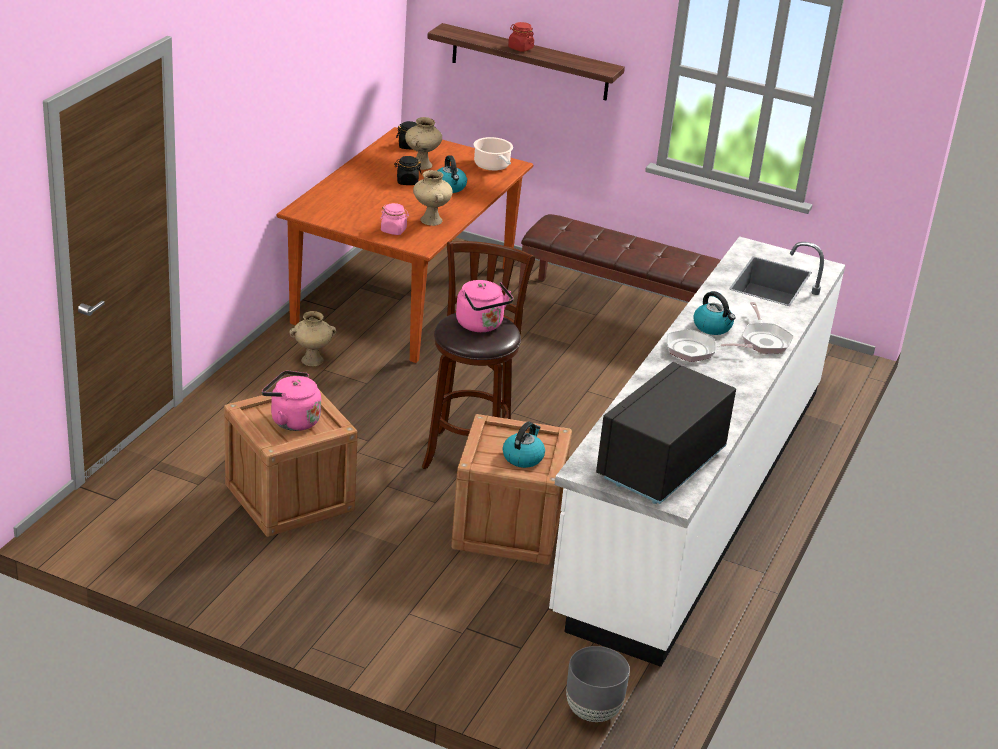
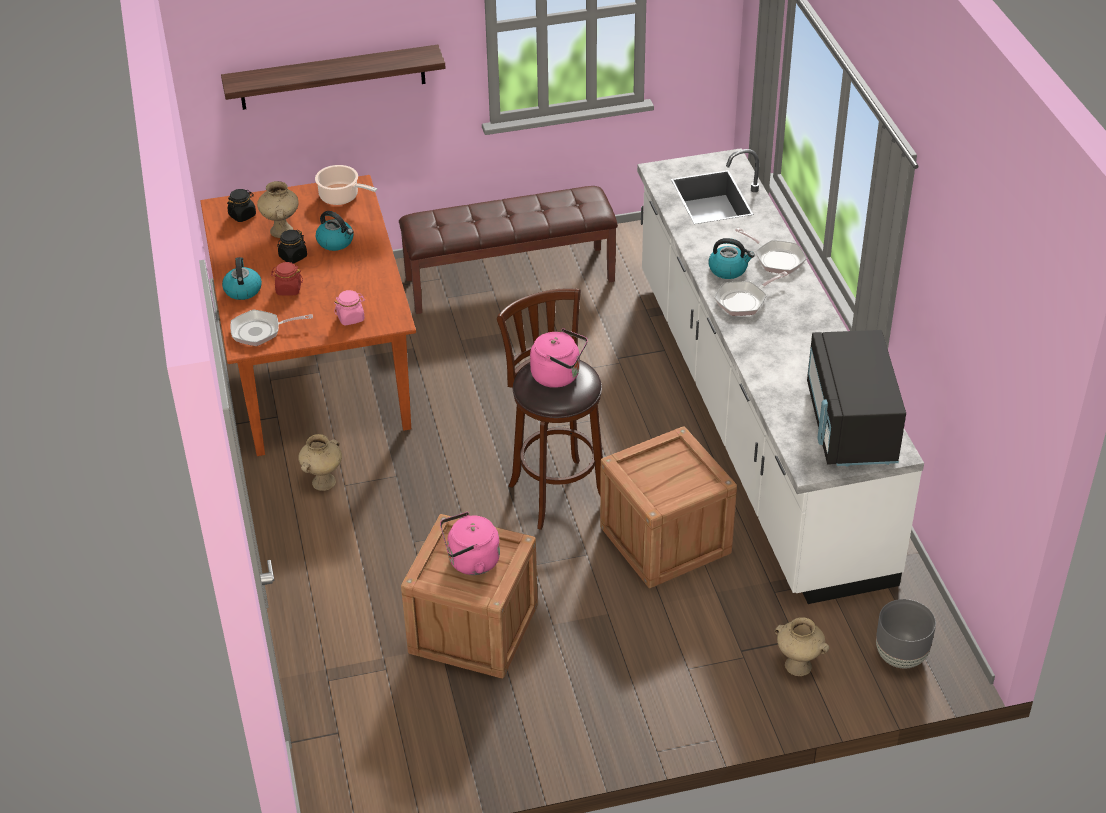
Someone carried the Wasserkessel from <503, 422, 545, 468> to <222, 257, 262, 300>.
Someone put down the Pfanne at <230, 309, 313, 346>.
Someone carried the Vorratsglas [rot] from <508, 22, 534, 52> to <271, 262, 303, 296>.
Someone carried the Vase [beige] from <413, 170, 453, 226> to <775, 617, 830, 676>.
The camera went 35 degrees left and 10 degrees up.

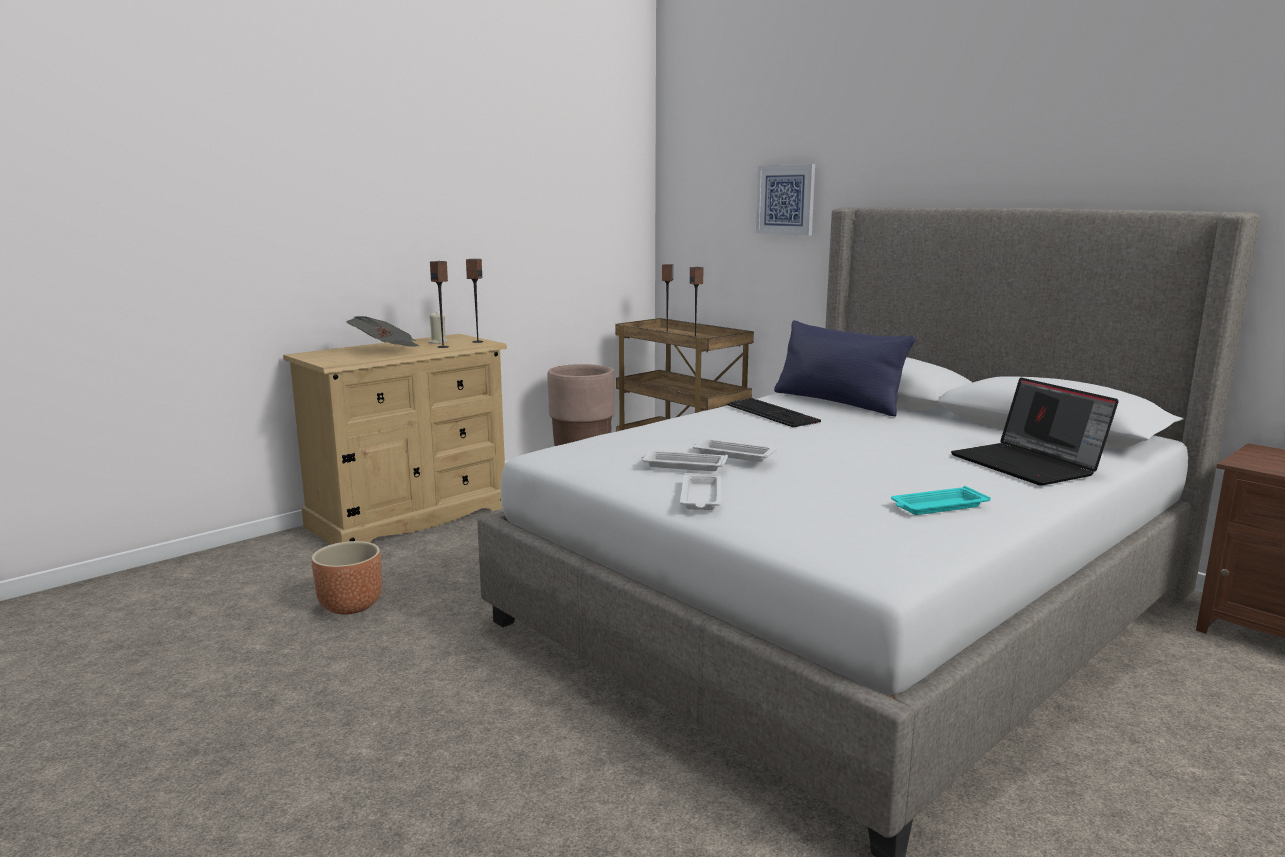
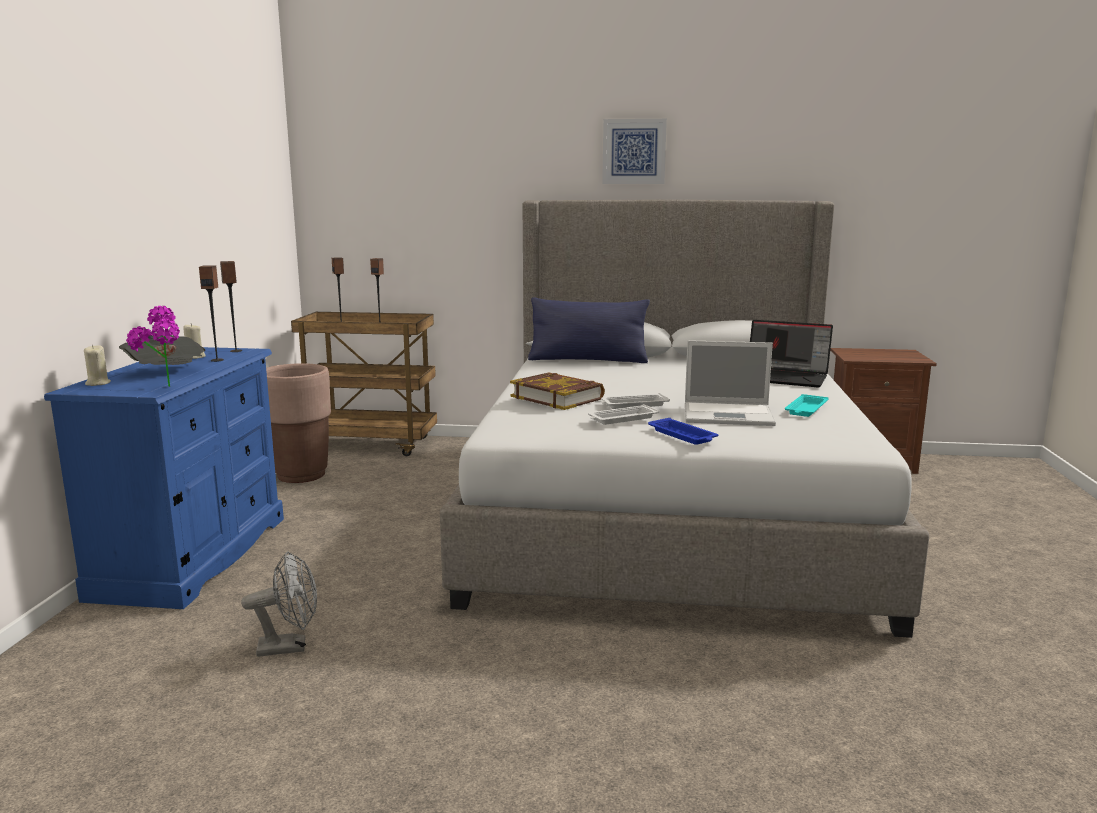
Someone repainted the Kommode [beige] at <283, 334, 507, 545>, which became the Kommode [blau] at <44, 347, 284, 609>.
Someone put down the Kerze [beige] at <84, 345, 111, 386>.
Someone put down the Topfpflanze at <126, 306, 180, 387>.
Someone swapped the Pflanzkübel [braun] at <311, 541, 382, 615> for the Ventilator [grau] at <241, 551, 317, 657>.
Someone put down the Buch at <510, 372, 605, 410>.
Someone carried the Bild from <756, 164, 815, 236> to <602, 119, 667, 184>.
Someone repainted the Tablett [weiß] at <680, 473, 721, 510>, which became the Tablett [blau] at <648, 418, 719, 445>.
Someone put down the Laptop at <685, 340, 776, 426>.
Someone took away the Tastatur at <727, 398, 821, 428>.
The camera went 40 degrees left and 0 degrees up.

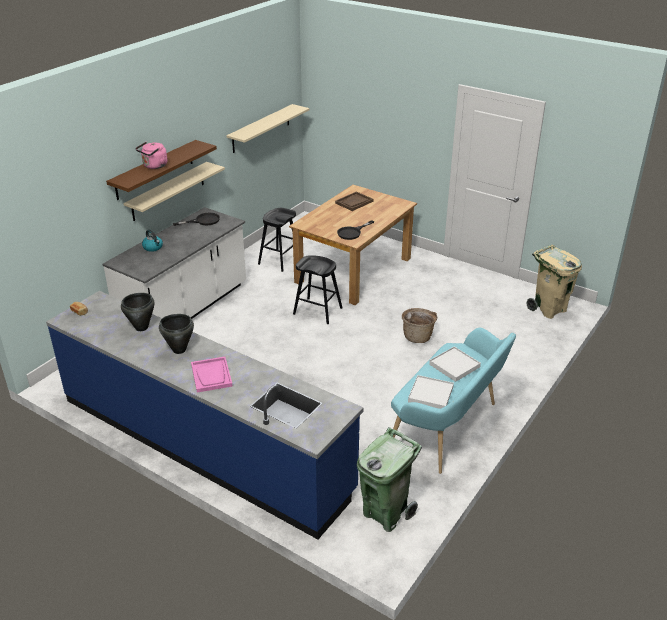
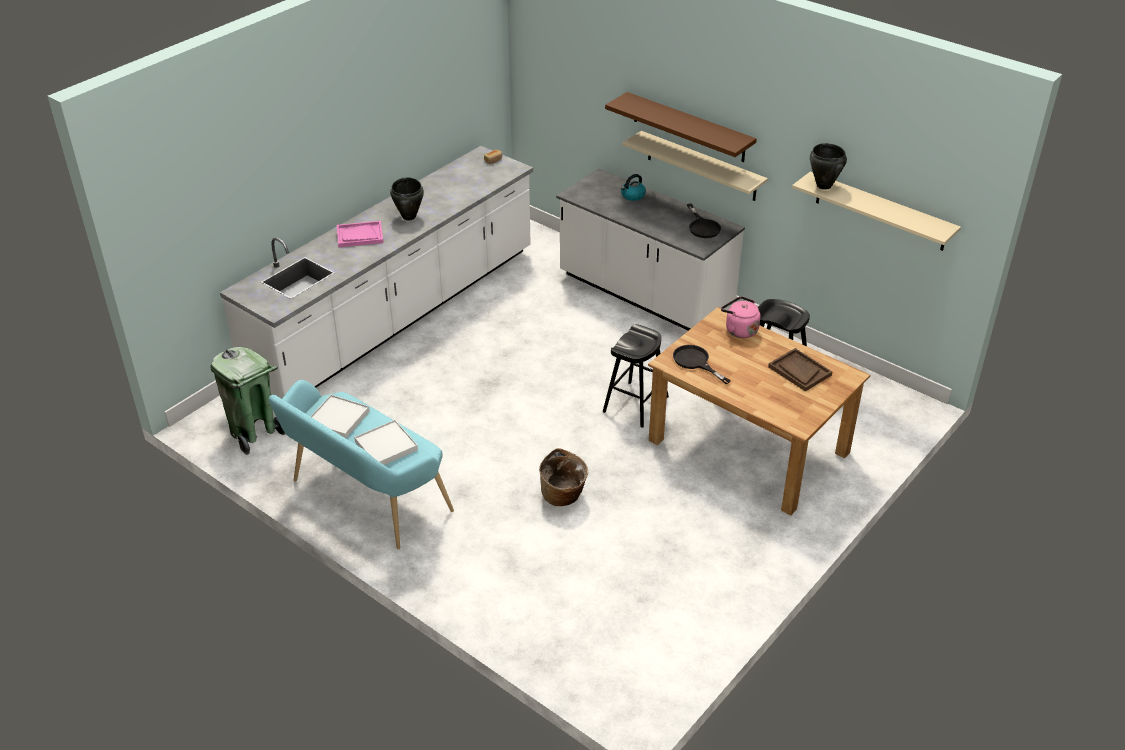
Someone repainted the Küchenzeile [blau] at <46, 291, 364, 539>, which became the Küchenzeile [weiß] at <220, 146, 533, 399>.
Someone carried the Wasserkessel [rosa] from <136, 142, 167, 169> to <721, 296, 760, 338>.
Someone carried the Kochtopf [schwarz] from <121, 293, 155, 331> to <810, 143, 847, 190>.
Someone took away the Mülleimer [beige] at <526, 245, 582, 319>.
The camera went 95 degrees right and 5 degrees up.

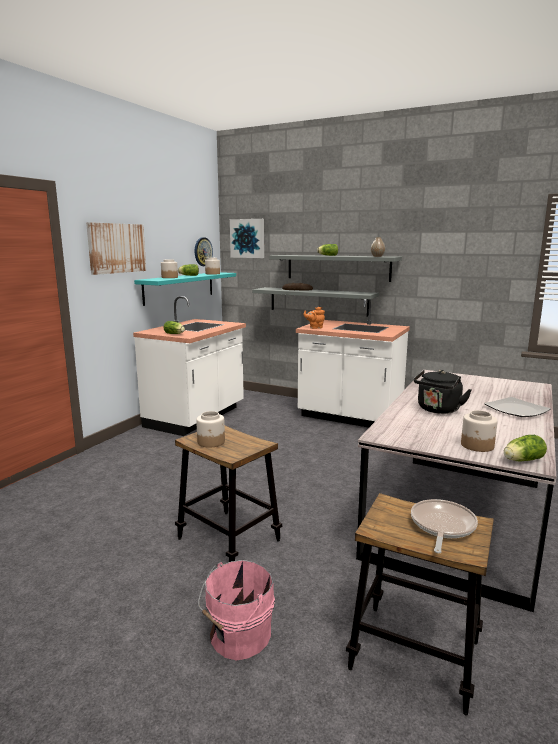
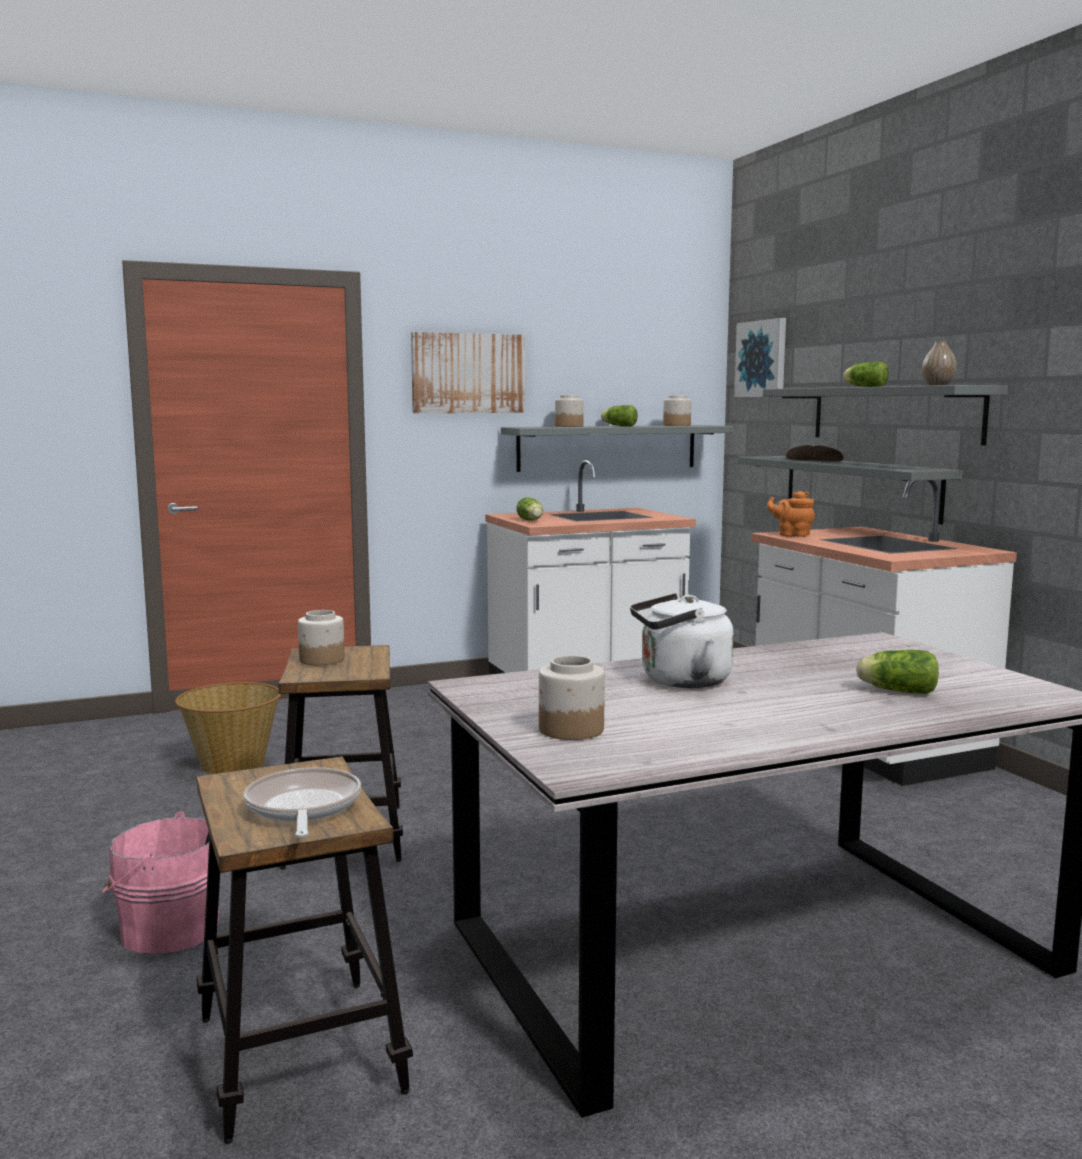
Someone put down the Korb at <175, 682, 281, 775>.
Someone rotated the Pfanne at <411, 499, 478, 553> by 75 degrees counterclockwise.
Someone repainted the Wandregal [türkis] at <134, 272, 236, 306>, which became the Wandregal [grau] at <501, 425, 733, 472>.
Someone repainted the Wasserkessel [schwarz] at <414, 370, 471, 414>, which became the Wasserkessel [weiß] at <630, 593, 733, 688>.
Someone carried the Salatkopf from <504, 435, 547, 462> to <856, 650, 939, 694>.
Someone took away the Wanduhr at <195, 237, 213, 266>.
Someone took away the Teller at <484, 397, 551, 417>.
The camera went 40 degrees right and 5 degrees down.

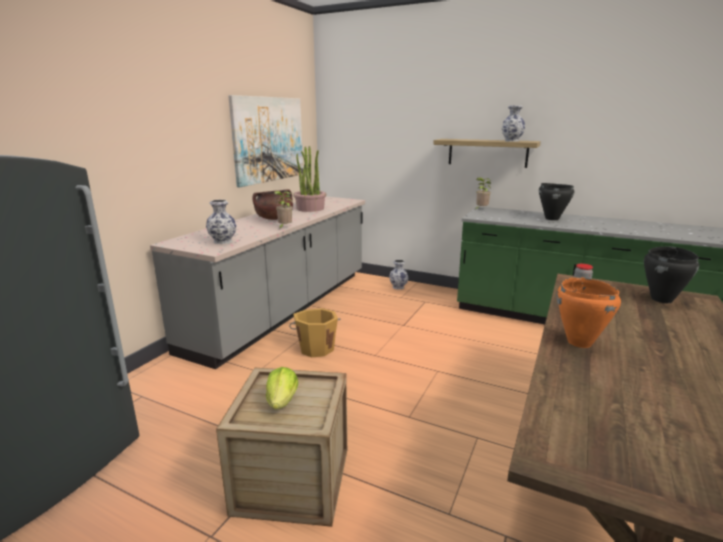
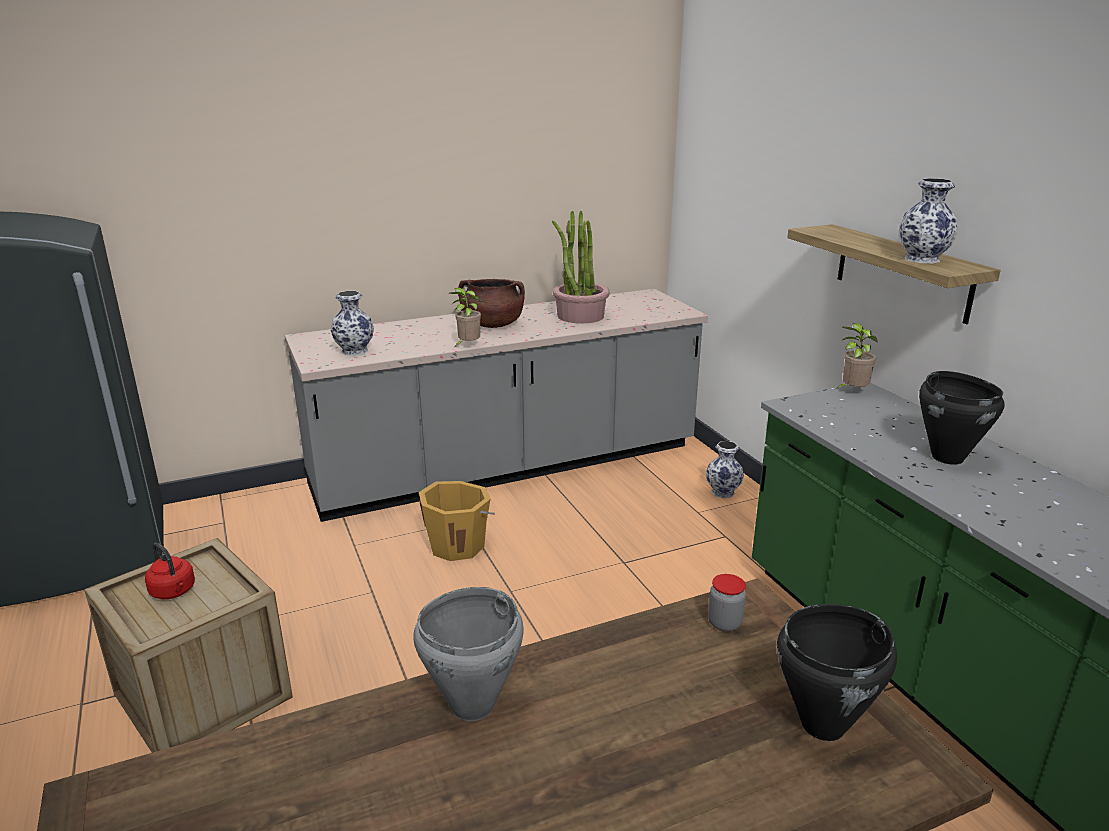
Someone swapped the Salatkopf at <266, 367, 298, 409> for the Wasserkessel [rot] at <145, 543, 195, 599>.
Someone repainted the Kochtopf [orange] at <557, 277, 621, 348>, which became the Kochtopf [grau] at <414, 587, 524, 721>.
Someone took away the Bild at <228, 95, 303, 187>.
The camera went 40 degrees right and 5 degrees up.

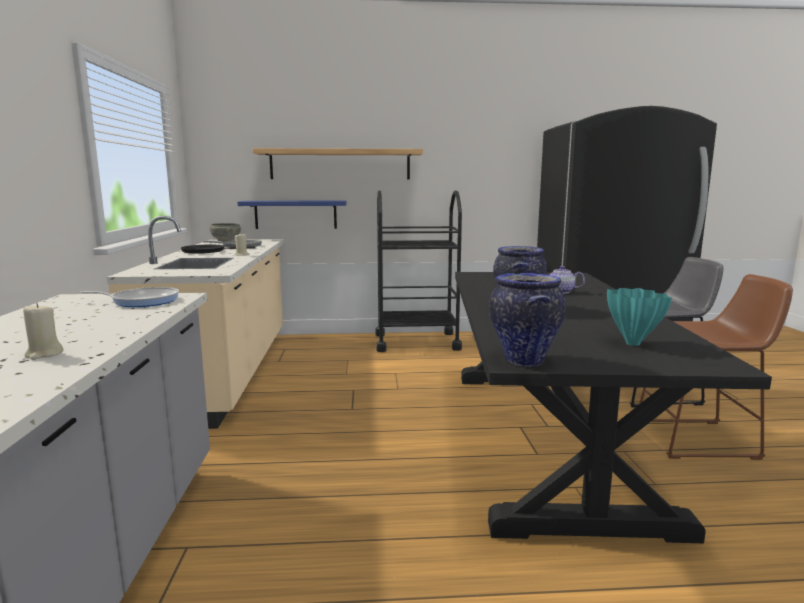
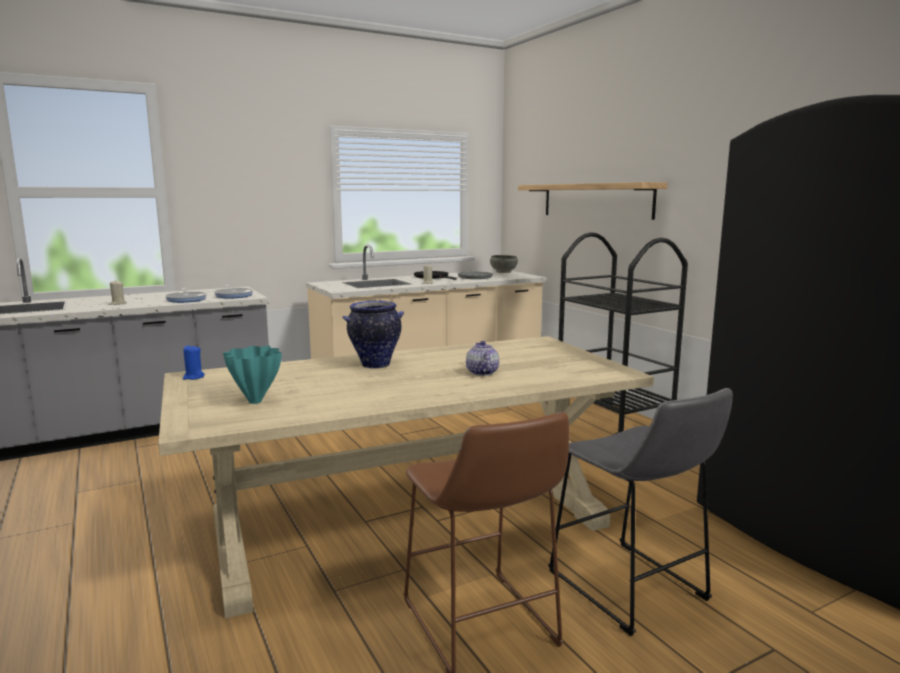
Someone repainted the Esstisch [schwarz] at <455, 272, 772, 543>, which became the Esstisch [beige] at <158, 336, 654, 618>.
Someone put down the Pfanne at <165, 288, 207, 303>.
Someone swapped the Vase at <489, 273, 566, 366> for the Kerze [blau] at <183, 345, 205, 380>.
Someone took away the Wandregal [blau] at <238, 201, 347, 229>.
The camera went 65 degrees right and 0 degrees up.

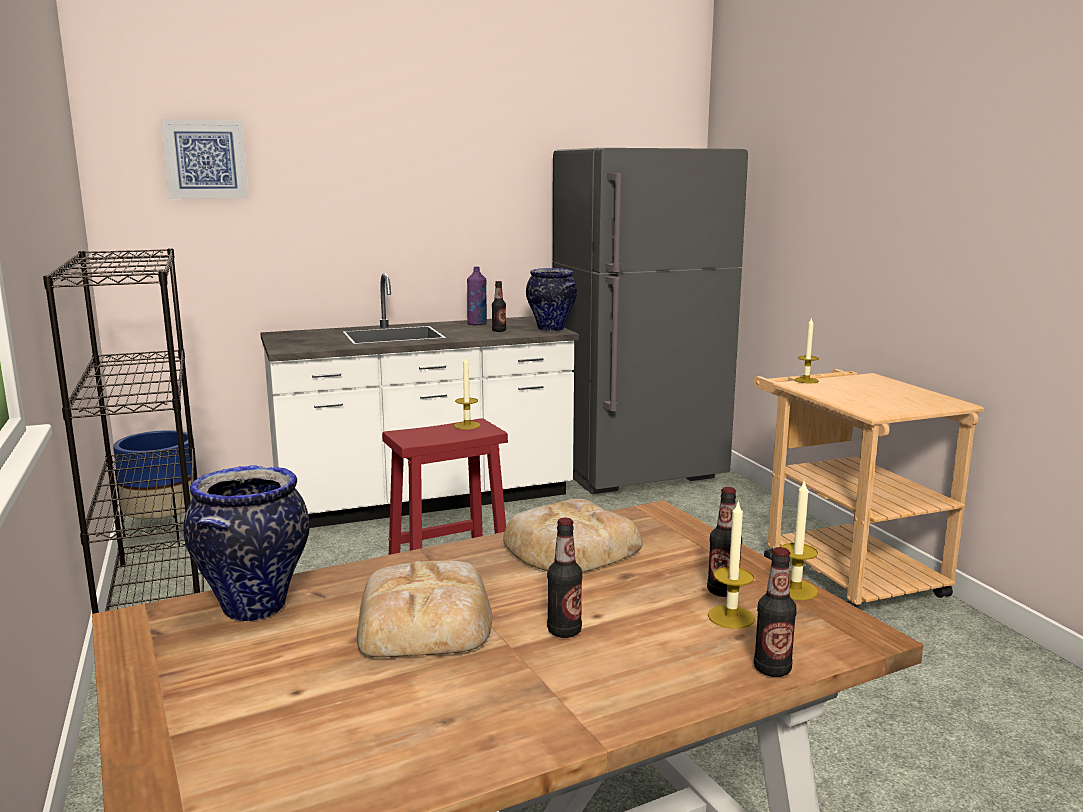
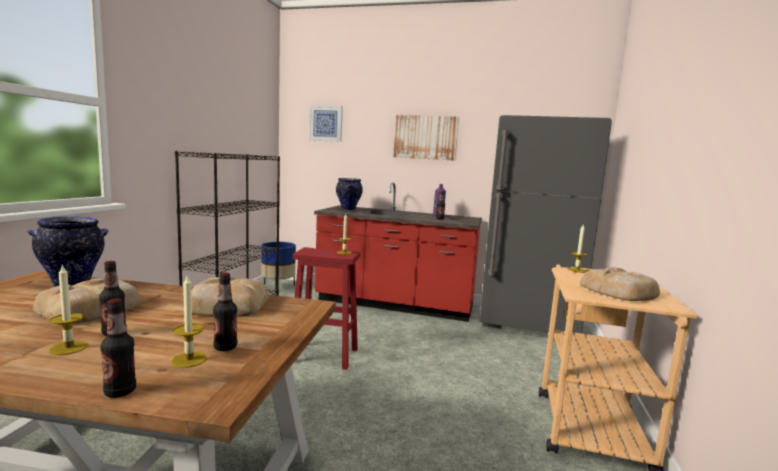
Someone carried the Kerze from <780, 479, 818, 600> to <49, 264, 89, 355>.
Someone repainted the Küchenzeile [weiß] at <260, 273, 579, 528>, which became the Küchenzeile [rot] at <314, 182, 482, 322>.
Someone carried the Vase from <526, 268, 577, 331> to <336, 178, 363, 210>.
Someone put up the Bild at <393, 115, 459, 161>.
Someone put down the Brot at <580, 267, 660, 301>.
The camera went 35 degrees right and 5 degrees down.

